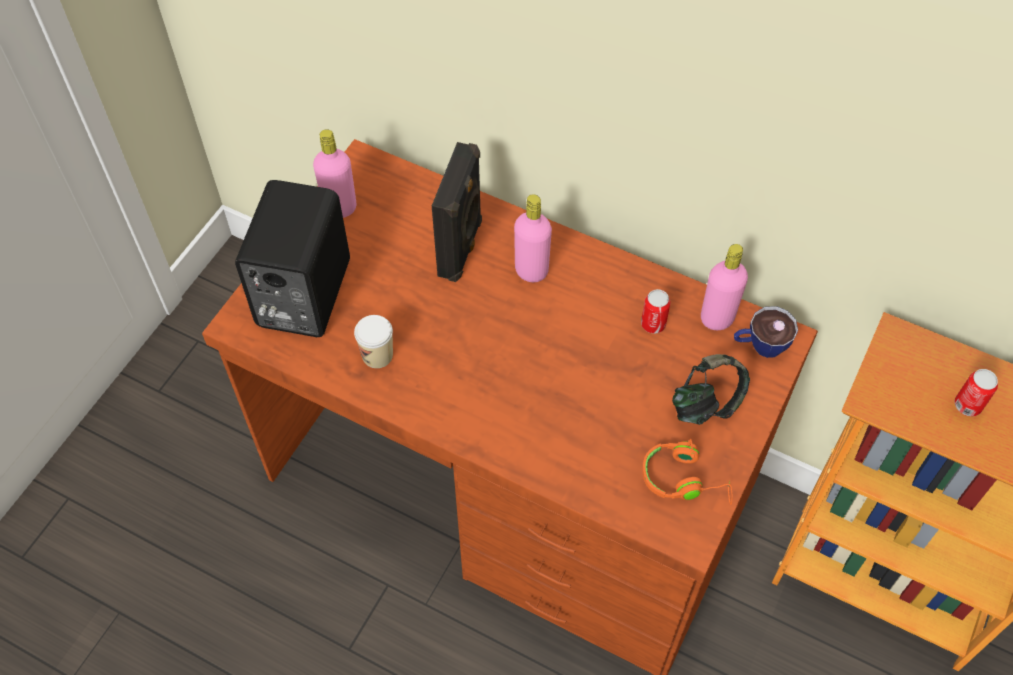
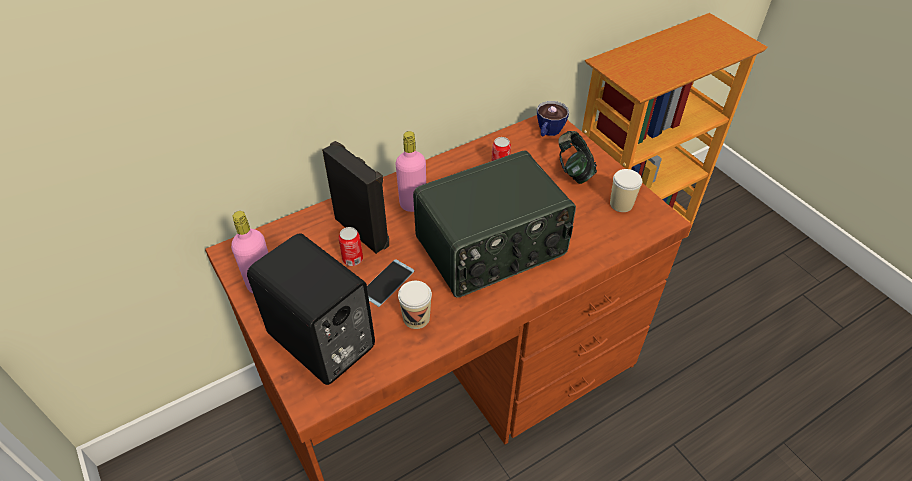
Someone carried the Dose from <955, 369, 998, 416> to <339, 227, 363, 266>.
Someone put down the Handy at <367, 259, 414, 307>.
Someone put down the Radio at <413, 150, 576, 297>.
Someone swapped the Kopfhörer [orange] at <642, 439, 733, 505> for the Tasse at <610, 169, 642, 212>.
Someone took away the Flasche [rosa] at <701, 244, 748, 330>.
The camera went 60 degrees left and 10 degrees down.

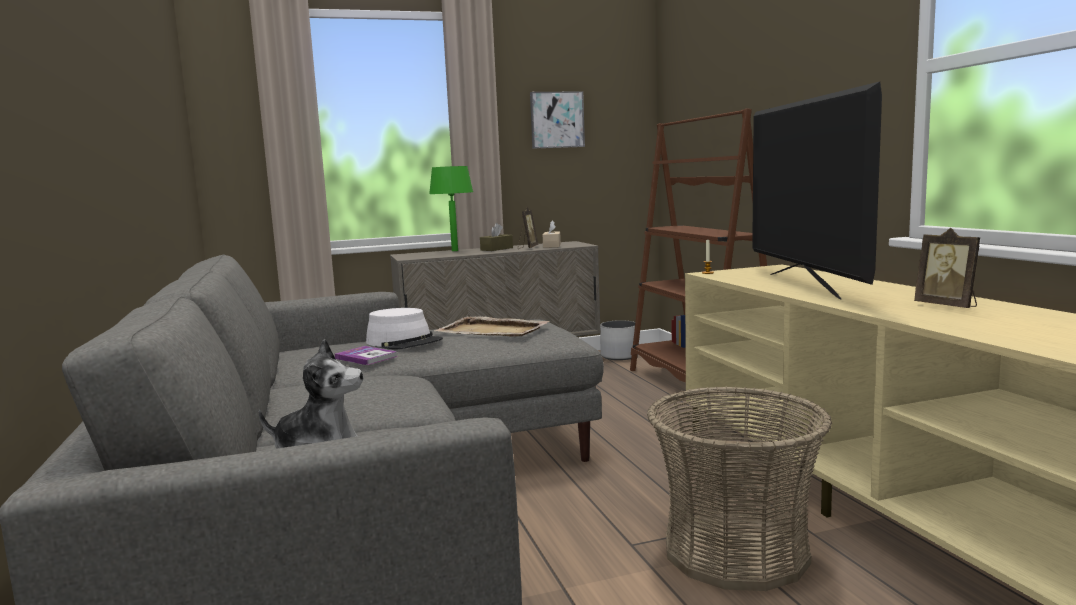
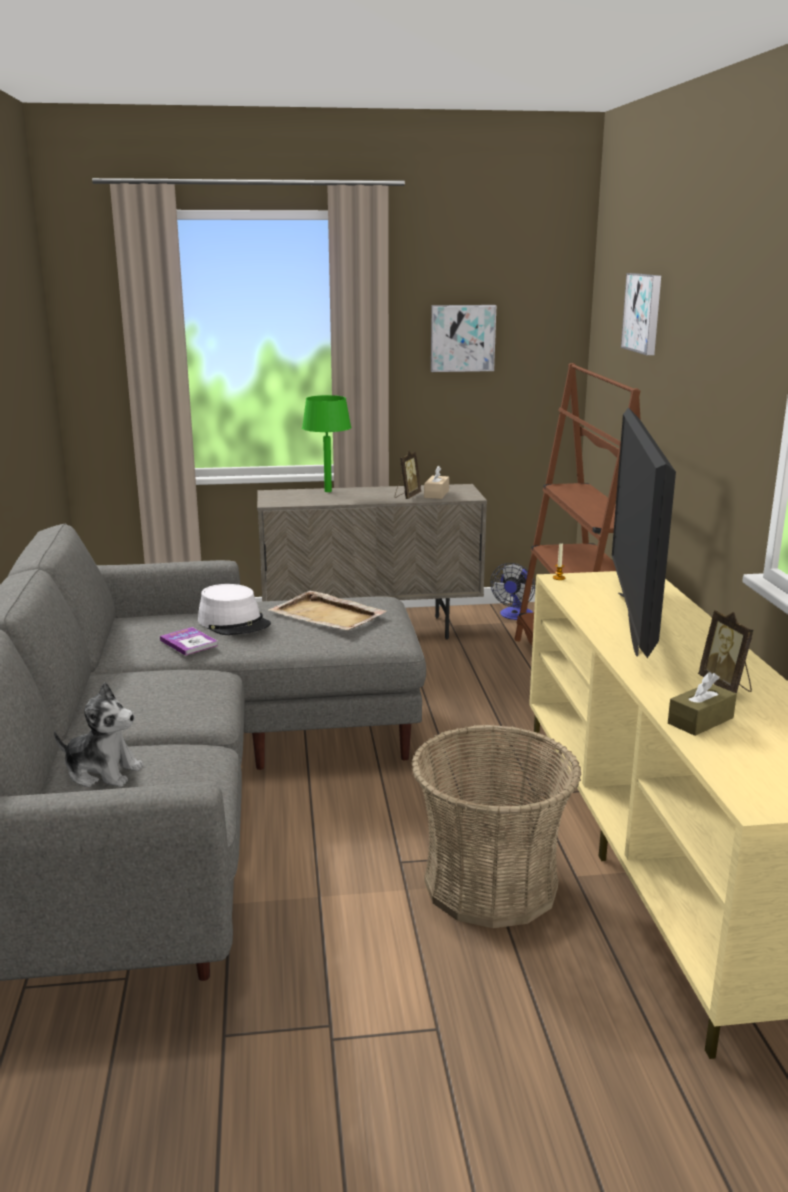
Someone swapped the Pflanzkübel [weiß] at <600, 320, 638, 360> for the Ventilator at <490, 563, 535, 620>.
Someone put up the Bild at <621, 273, 661, 355>.
Someone carried the Taschentuchbox [braun] from <480, 223, 513, 251> to <668, 672, 737, 736>.
The camera went 10 degrees right and 10 degrees up.

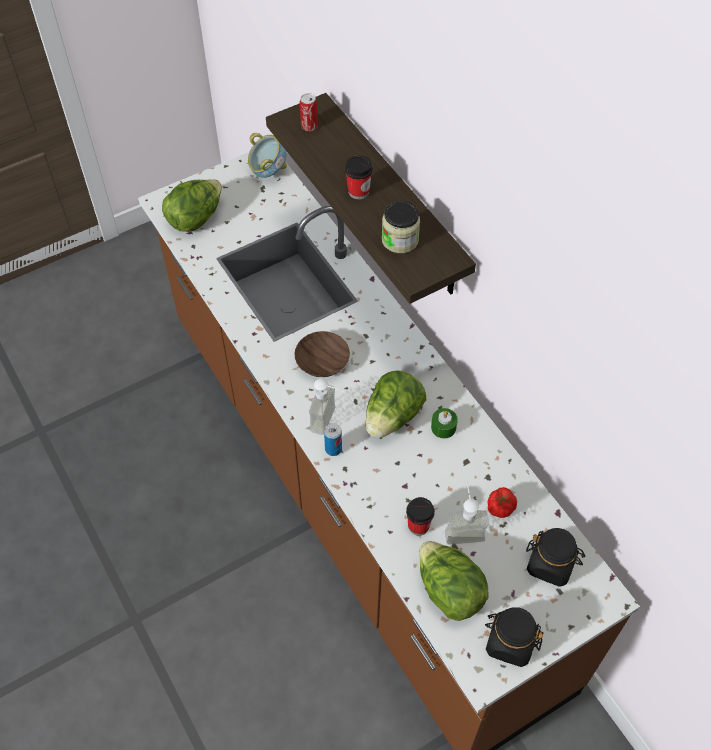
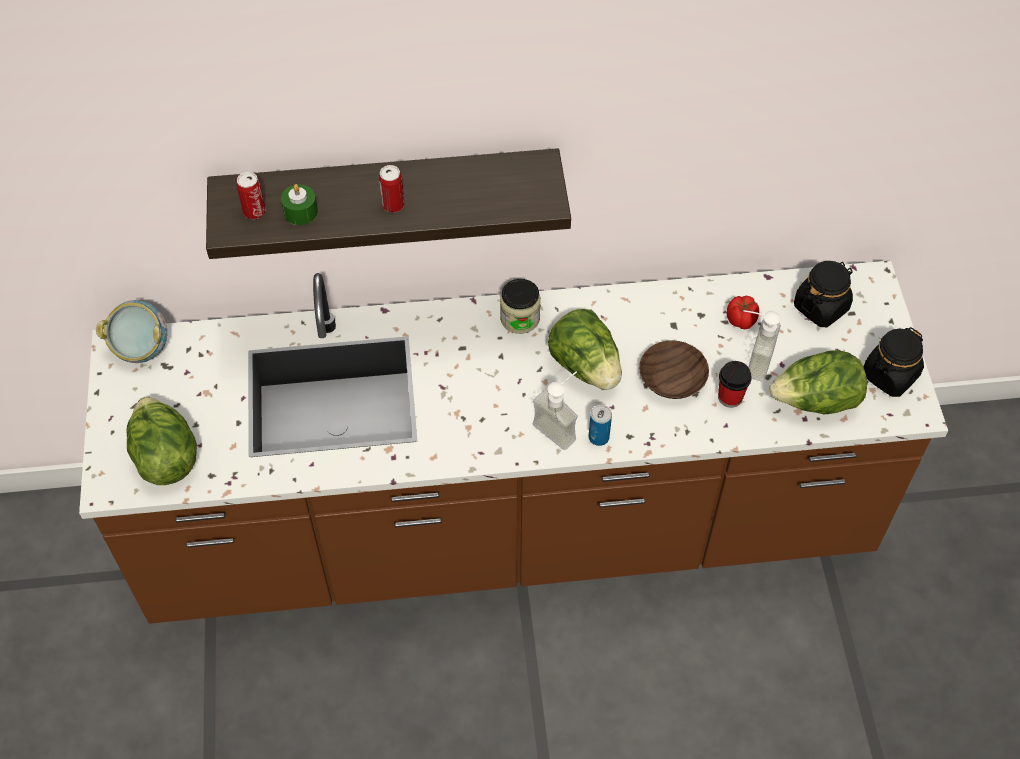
Someone carried the Kerze [grün] from <431, 408, 458, 439> to <281, 184, 318, 225>.
Someone swapped the Tasse at <345, 155, 373, 200> for the Dose at <379, 165, 404, 213>.
Someone carried the Vorratsglas from <382, 201, 420, 253> to <500, 279, 541, 334>.
Someone carried the Schüssel [braun] from <294, 331, 350, 377> to <639, 340, 709, 399>.
The camera went 65 degrees left and 0 degrees up.

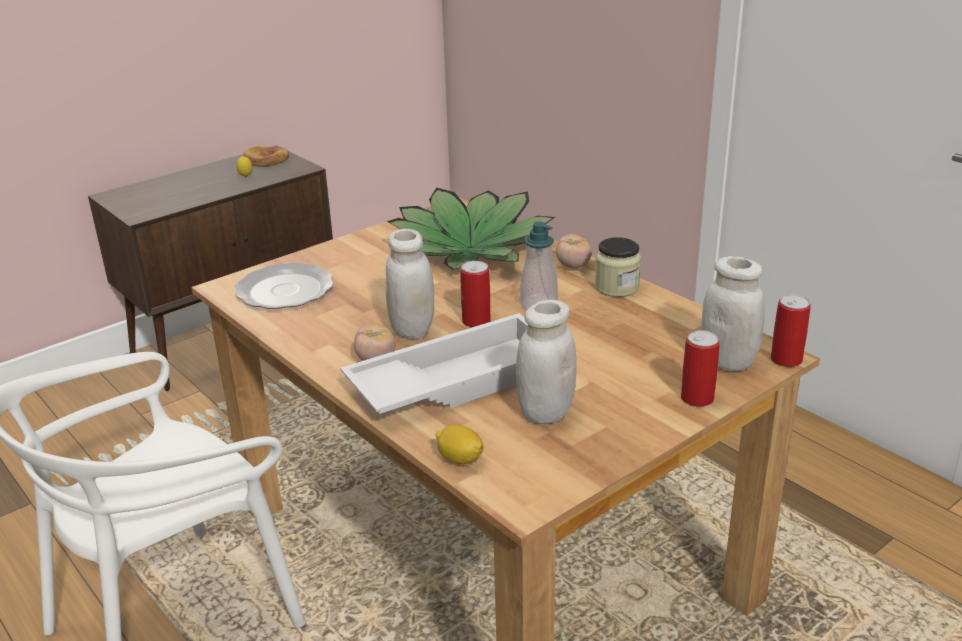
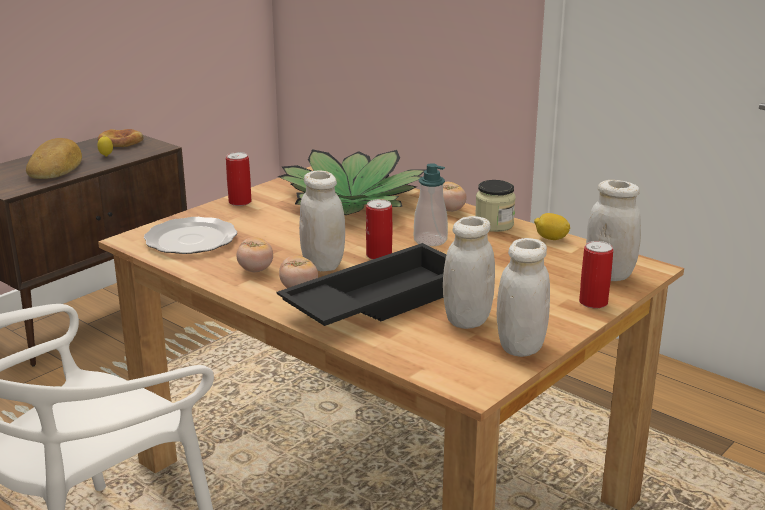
Someone put down the Brot at <26, 138, 82, 179>.
Someone carried the Dose from <771, 295, 811, 367> to <226, 152, 252, 206>.
Someone put down the Tomate at <236, 237, 273, 272>.
Someone repainted the Tablett [weiß] at <340, 313, 528, 414>, which became the Tablett [schwarz] at <277, 243, 446, 326>.
Someone put down the Vorratsglas [weiß] at <497, 238, 550, 357>.
Someone carried the Zitrone from <436, 424, 484, 464> to <534, 213, 570, 240>.
The camera went 10 degrees left and 5 degrees down.

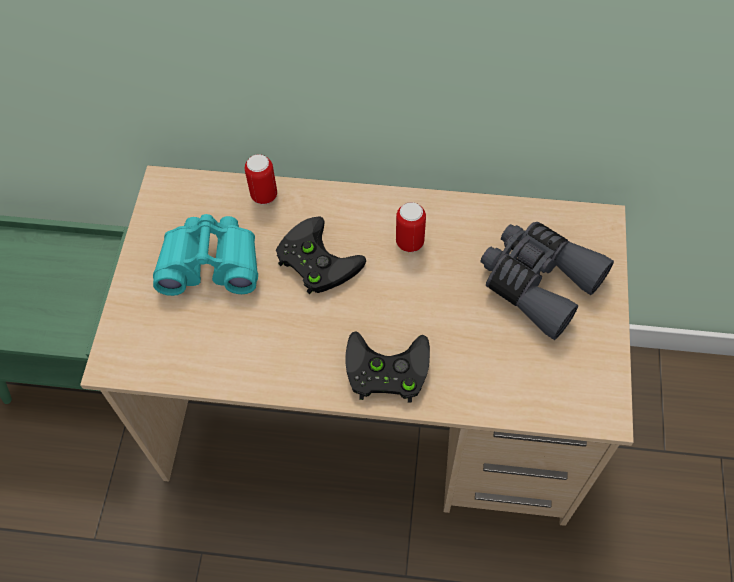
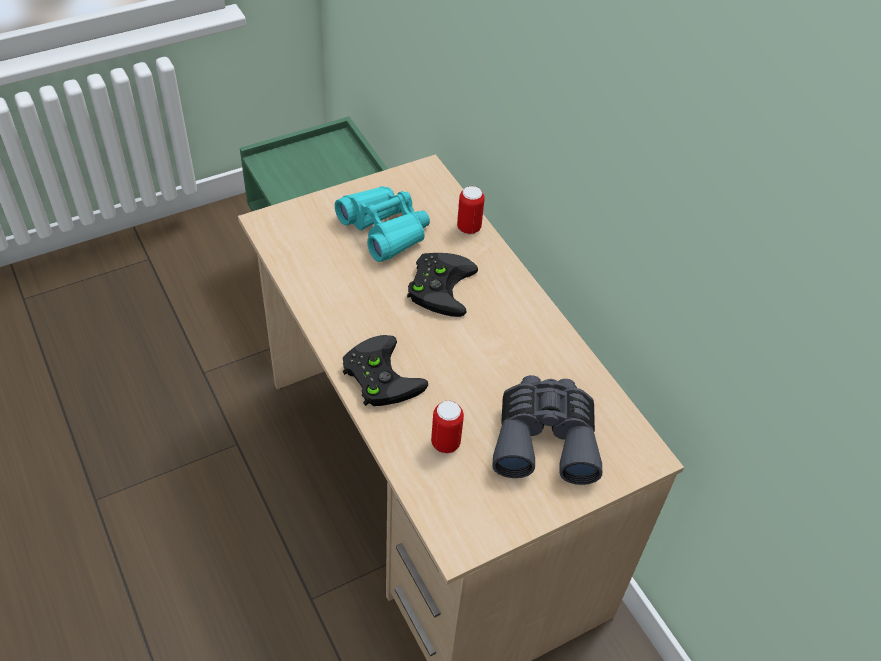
Someone carried the Dose from <396, 202, 426, 252> to <431, 401, 464, 454>.
The camera went 50 degrees right and 10 degrees down.

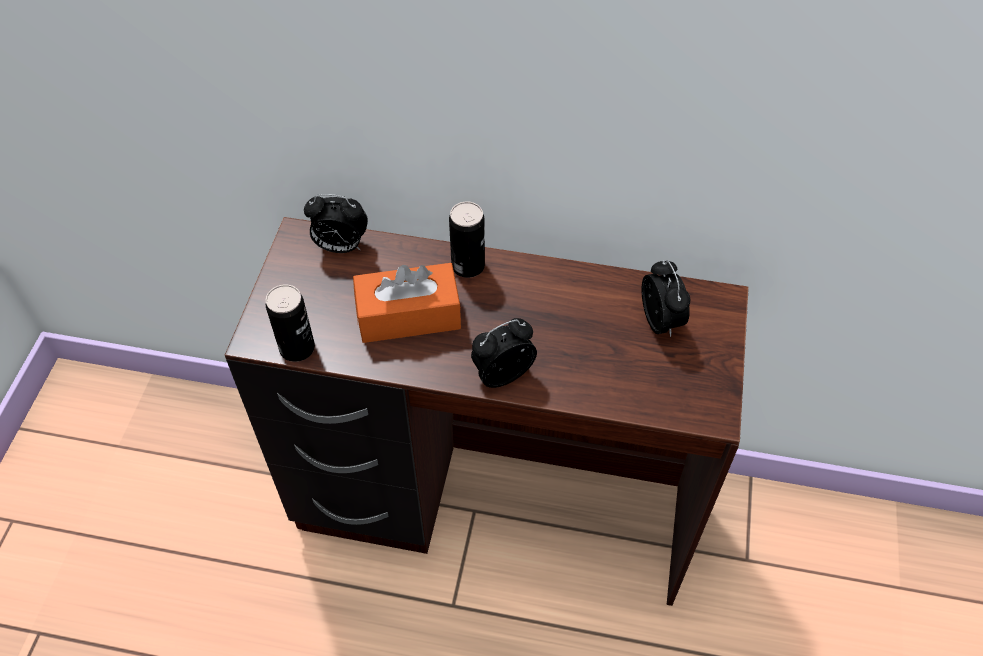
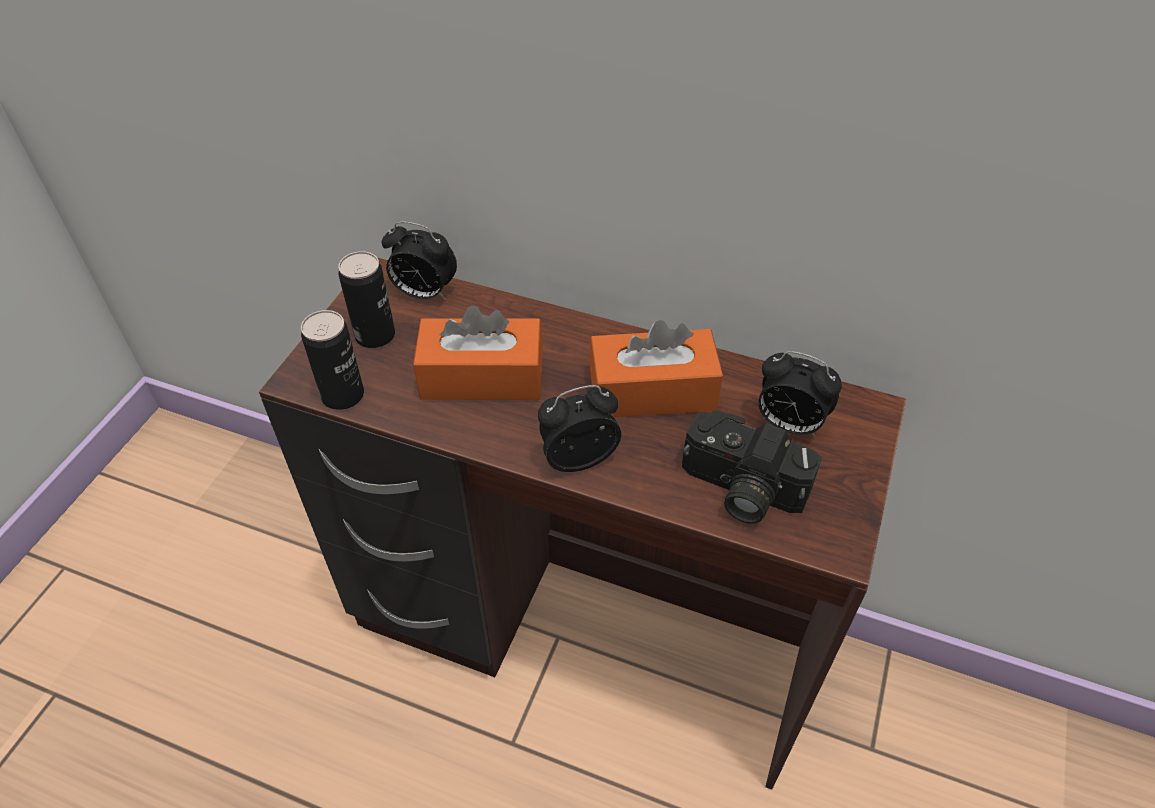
Someone carried the Dose from <449, 202, 485, 278> to <338, 251, 395, 348>.
Someone put down the Taschentuchbox [orange] at <589, 320, 723, 418>.
Someone put down the Kamera at <682, 410, 822, 524>.
Someone rotated the Wecker at <642, 261, 690, 337> by 120 degrees clockwise.
The camera went 10 degrees right and 5 degrees down.

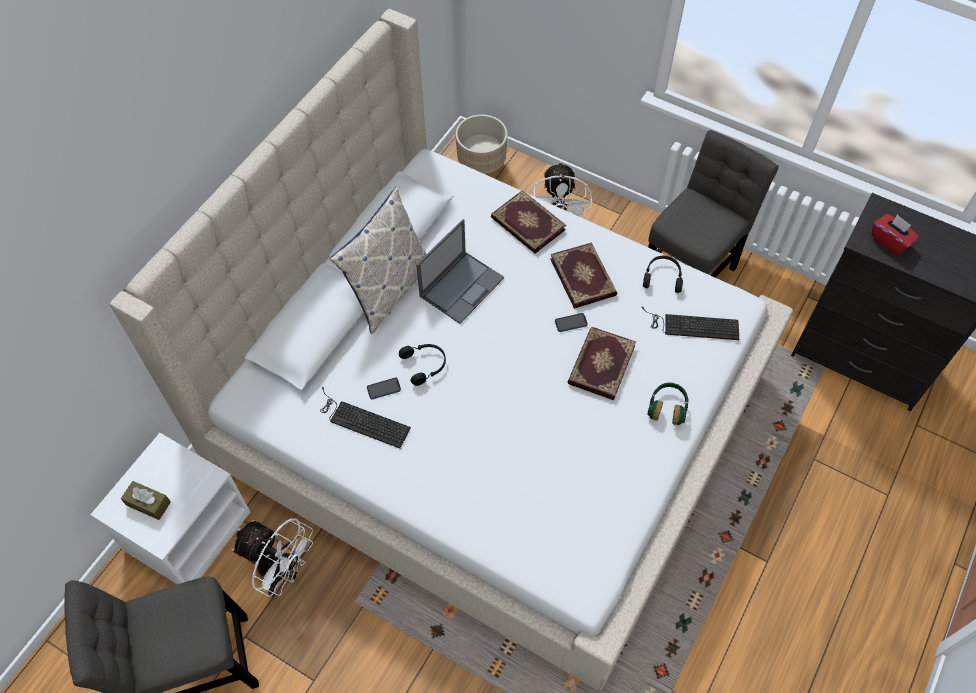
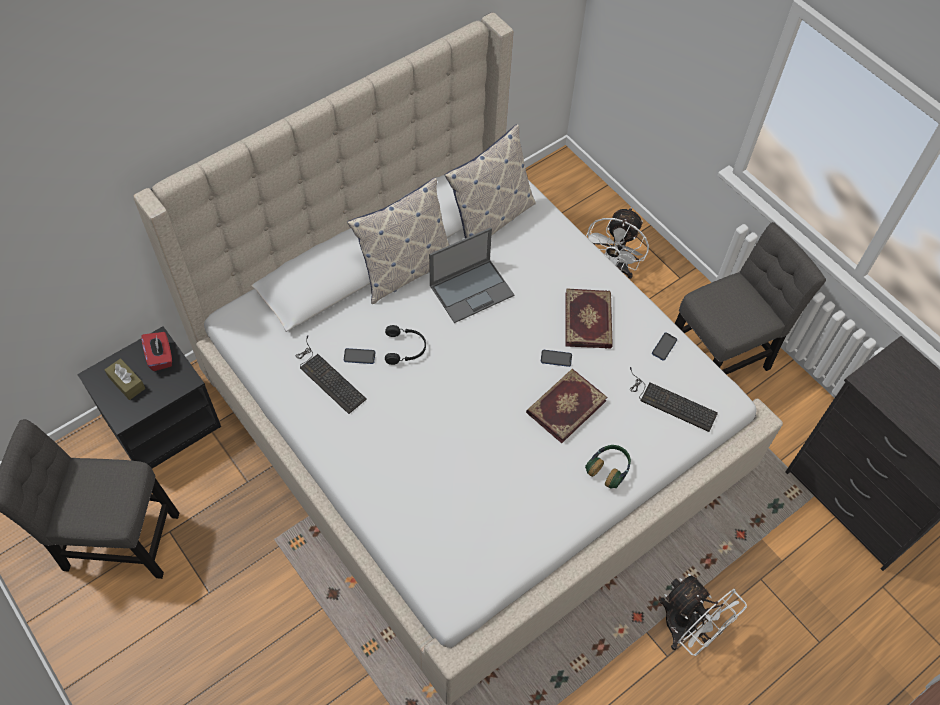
Someone repainted the Nachttisch [weiß] at <90, 433, 251, 585>, which became the Nachttisch [schwarz] at <77, 326, 221, 469>.
Someone carried the Taschentuchbox [rot] from <872, 214, 919, 255> to <141, 332, 172, 371>.
Someone put down the Kissen at <445, 124, 536, 238>.
Someone swapped the Kopfhörer [schwarz] at <643, 256, 683, 293> for the Handy at <652, 333, 677, 361>.
Someone carried the Ventilator [weiß] from <232, 518, 313, 597> to <659, 574, 747, 656>.
Someone took away the Pflanzkübel [beige] at <456, 115, 507, 178>.
Someone took away the Buch at <491, 190, 566, 253>.
The camera went 20 degrees right and 0 degrees up.

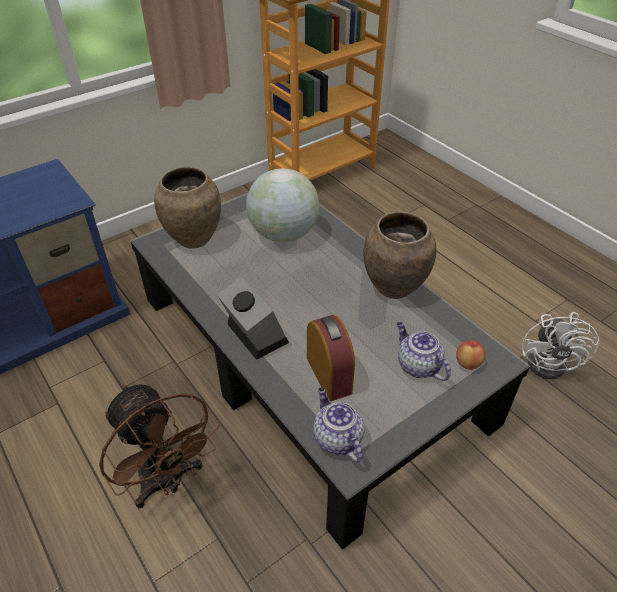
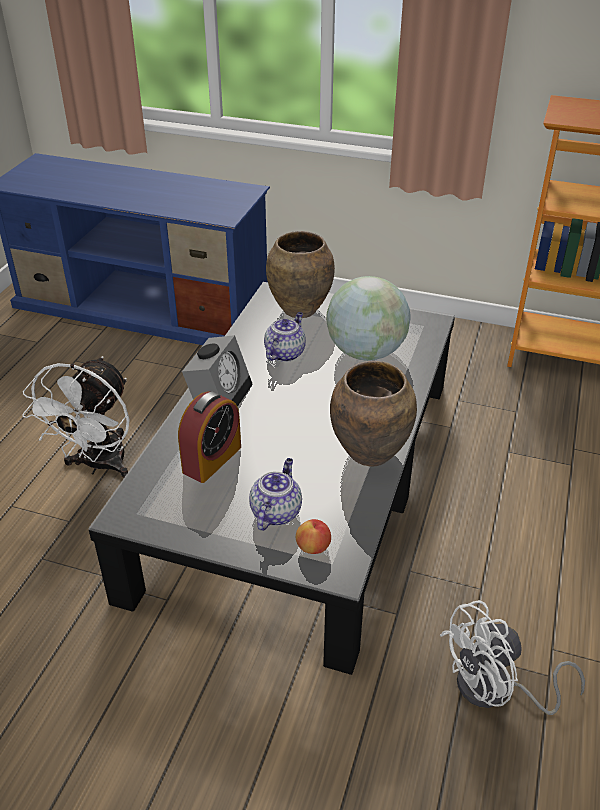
Someone repainted the Ventilator [braun] at <99, 384, 220, 508>, which became the Ventilator [weiß] at <22, 356, 130, 477>.
Someone carried the Teekanne from <313, 387, 365, 463> to <264, 312, 306, 362>.
The camera went 55 degrees right and 5 degrees down.

